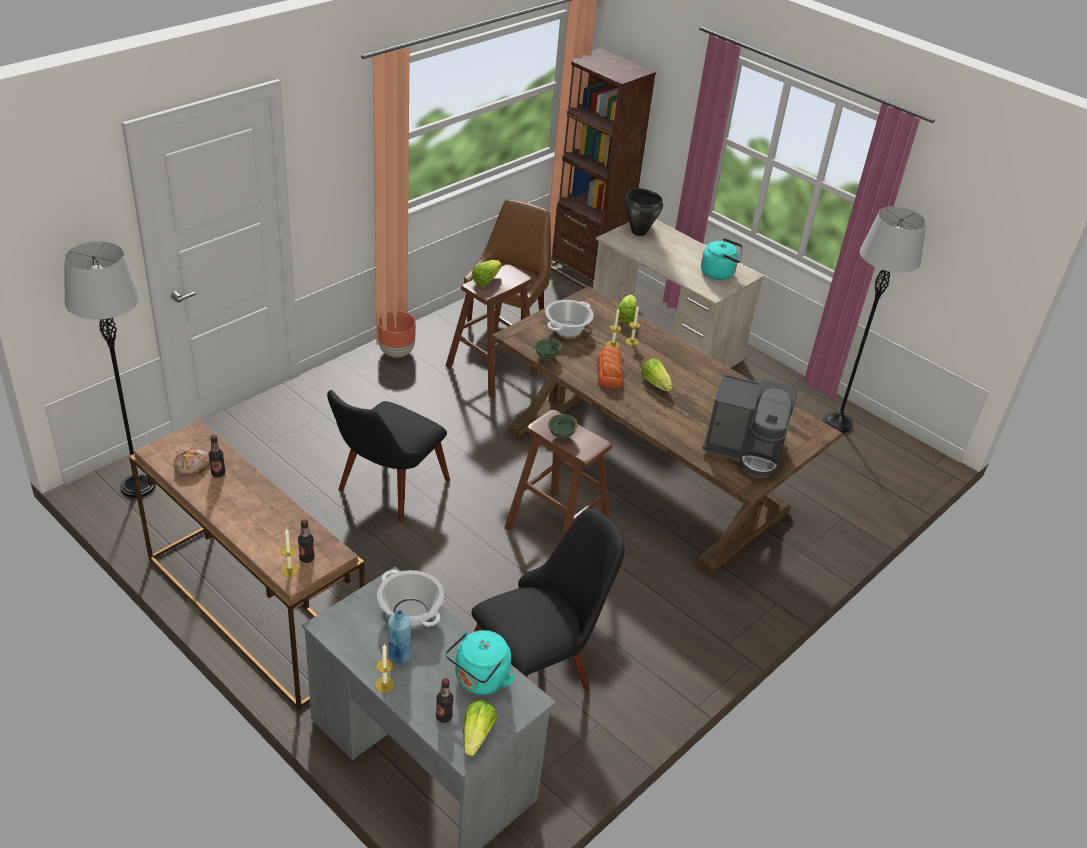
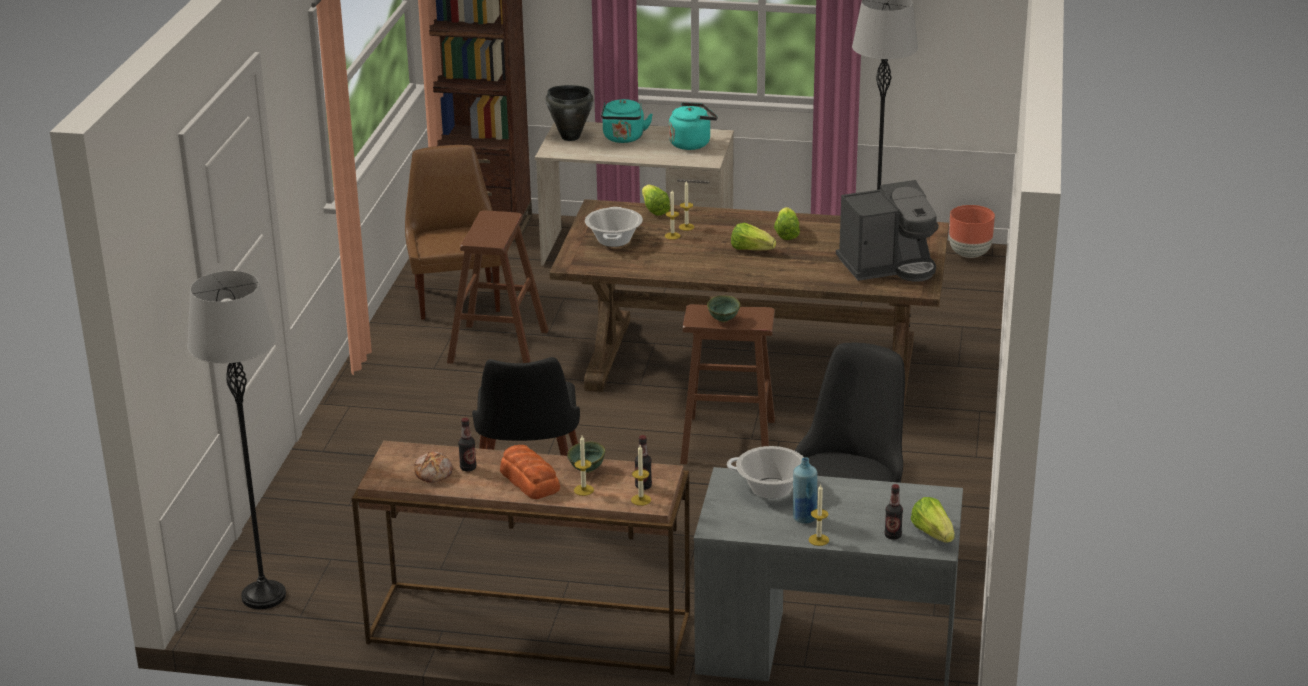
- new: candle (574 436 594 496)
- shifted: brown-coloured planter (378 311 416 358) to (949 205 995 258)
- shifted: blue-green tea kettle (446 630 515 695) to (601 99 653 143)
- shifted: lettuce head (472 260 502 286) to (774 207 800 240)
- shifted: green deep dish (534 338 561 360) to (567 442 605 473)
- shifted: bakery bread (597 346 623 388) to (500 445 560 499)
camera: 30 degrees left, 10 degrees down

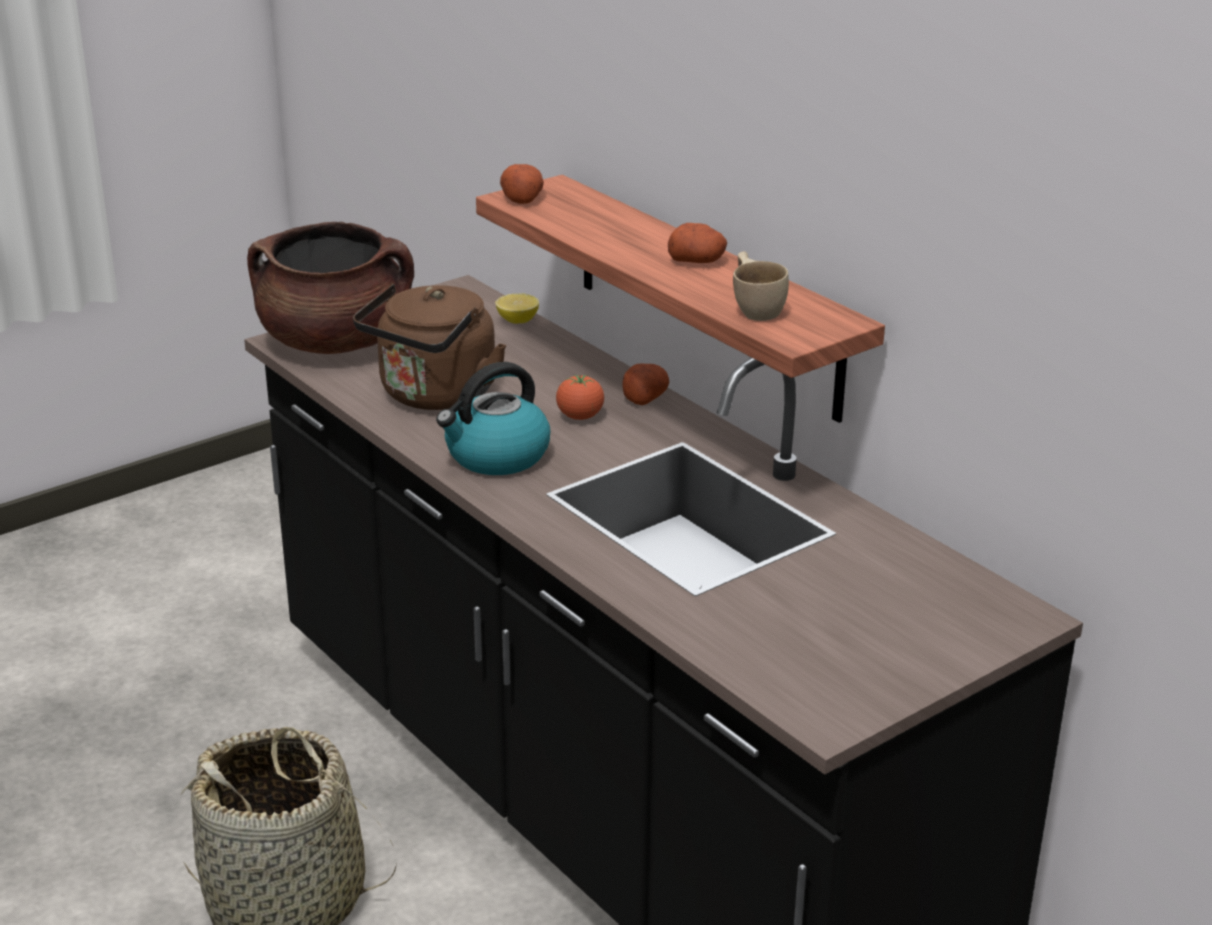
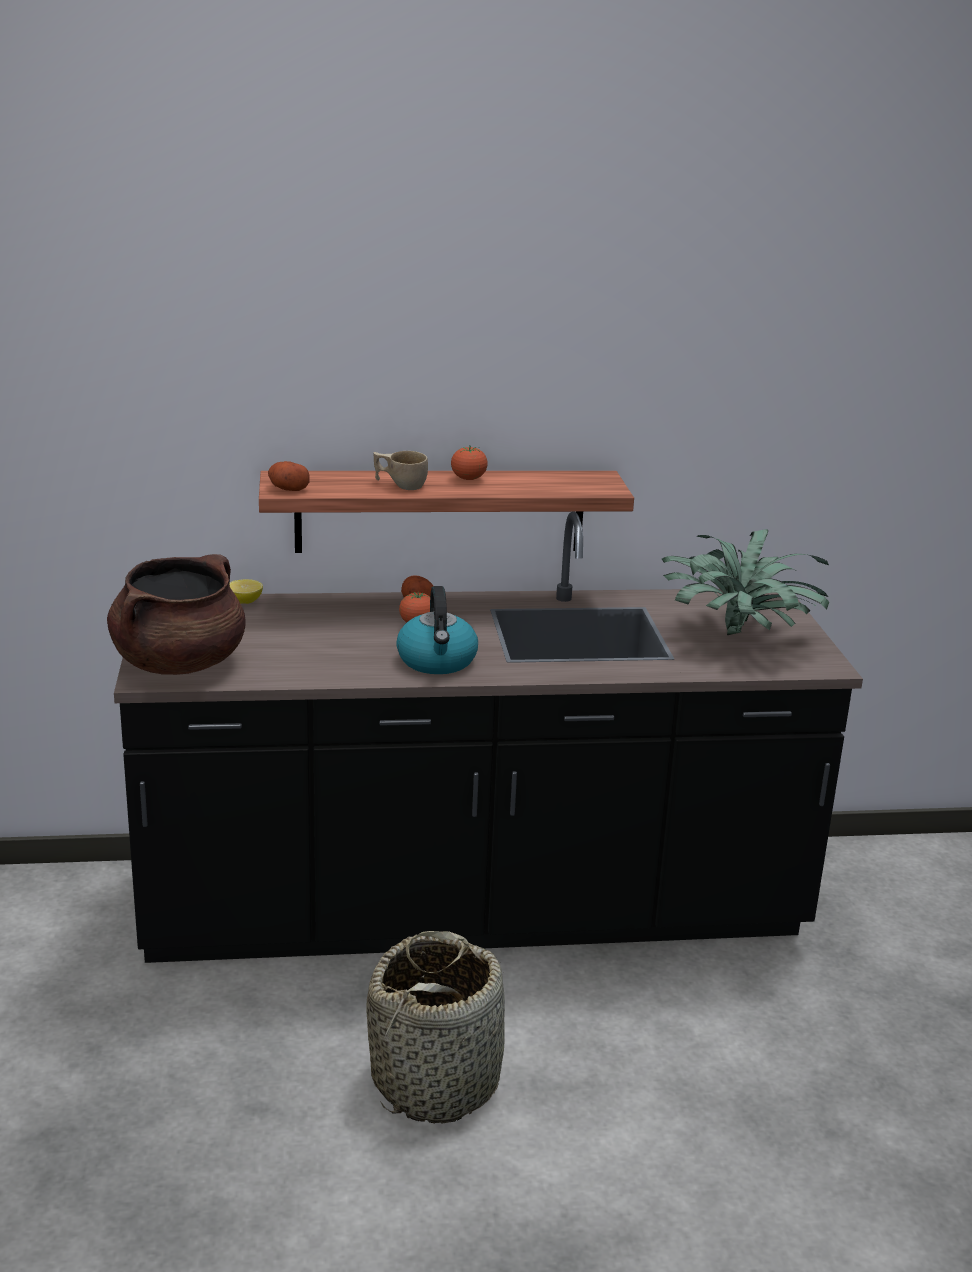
- gone: brown-coloured tea kettle (353 284 507 410)
- new: plant in a pot (662 529 829 635)
- shifted: beige-coloured drinking cup (733 251 789 321) to (374 451 428 490)
- swapped: whole potato (668 223 727 263) to whole tomato (451 446 488 480)
camera: 60 degrees left, 5 degrees down

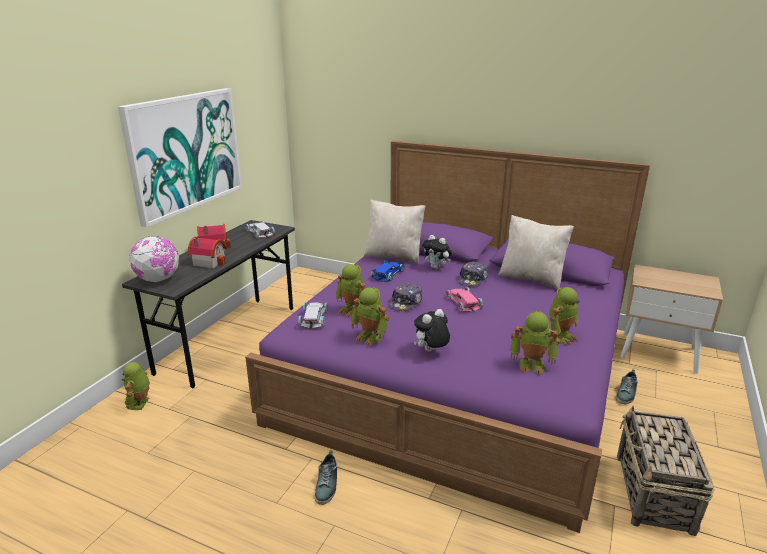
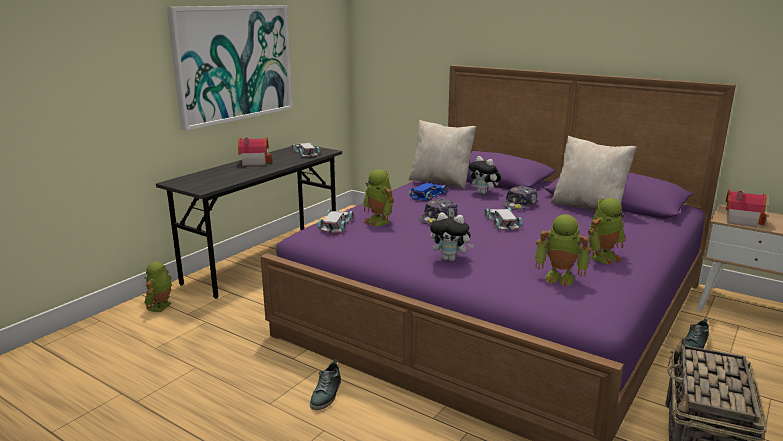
- gone: world globe (129 236 179 282)
- gone: robot figure (351 287 389 345)
- shifted: miniature house (188 236 227 269) to (726 190 767 227)
- repainted: pink toy car (446 287 483 312) to white-coloured toy car (484 207 522 231)
- rotated: soft toy (414 309 450 352) = (430 212 475 261) 135 degrees counterclockwise
camera: 10 degrees right, 5 degrees down

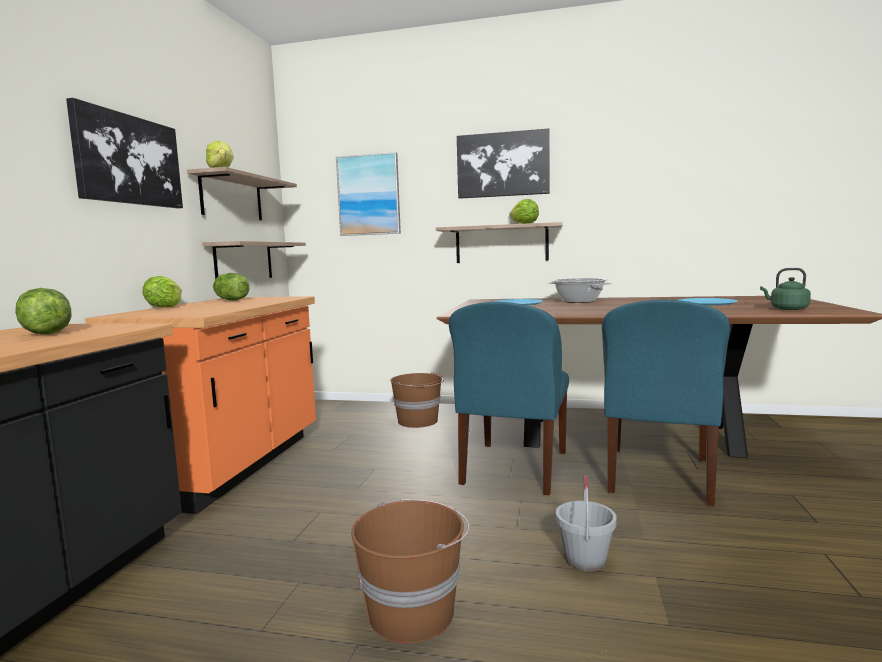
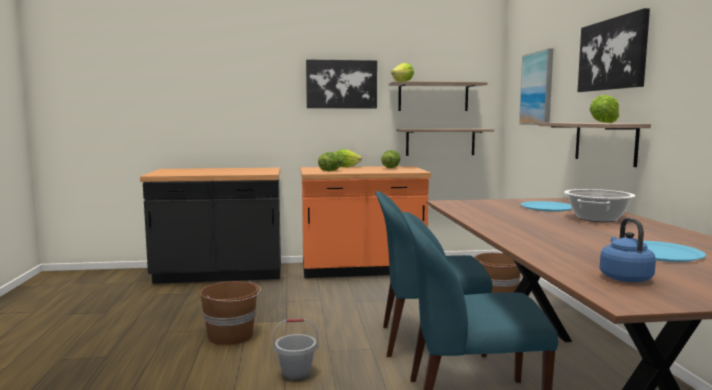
- shifted: lettuce head (15 288 71 334) to (318 152 342 171)
- repainted: green tea kettle (760 268 811 310) to blue-coloured tea kettle (600 218 656 282)
camera: 70 degrees right, 0 degrees up

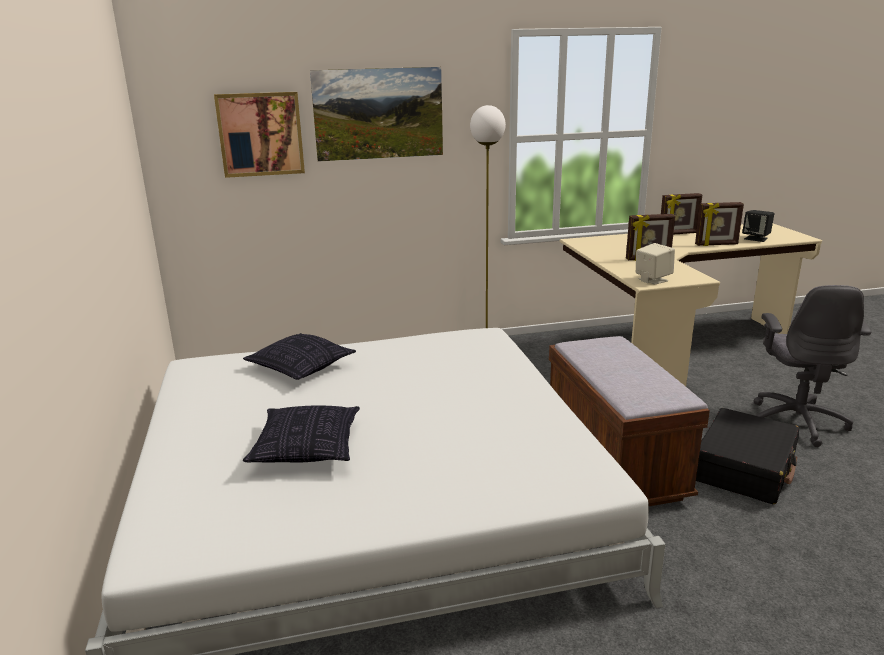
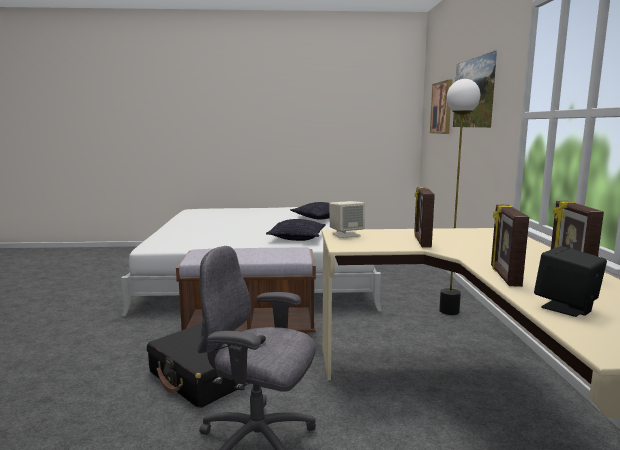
- shifted: throw pillow (243 406 360 463) to (266 219 326 241)
camera: 100 degrees right, 10 degrees down

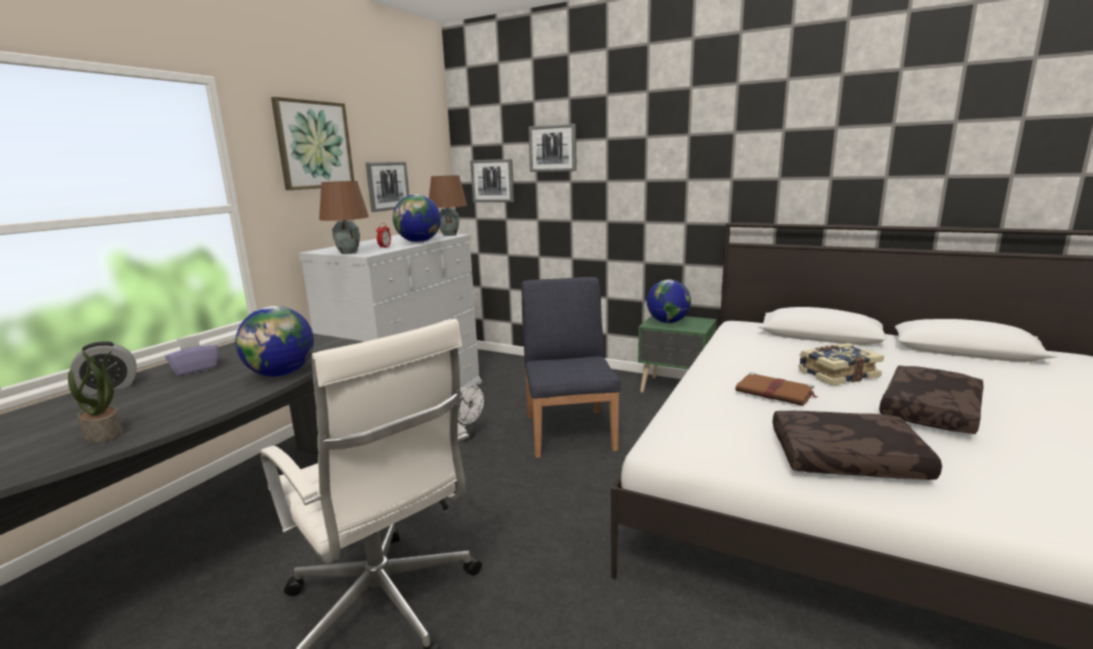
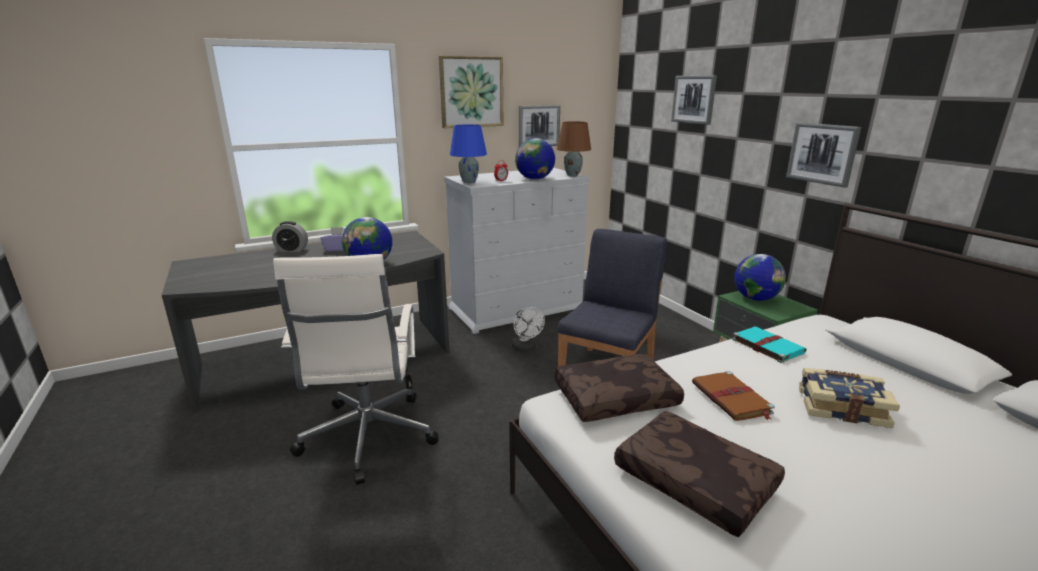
- gone: plant in a pot (68 351 123 442)
- new: blue-green book (732 326 807 363)
- shifted: wall picture (470 159 514 202) to (786 122 861 188)
- shifted: brown-coloured throw pillow (879 365 983 434) to (554 354 684 422)
- repainted: brown-coloured table lamp (319 181 369 254) to blue-coloured table lamp (450 124 487 183)
camera: 35 degrees right, 5 degrees up

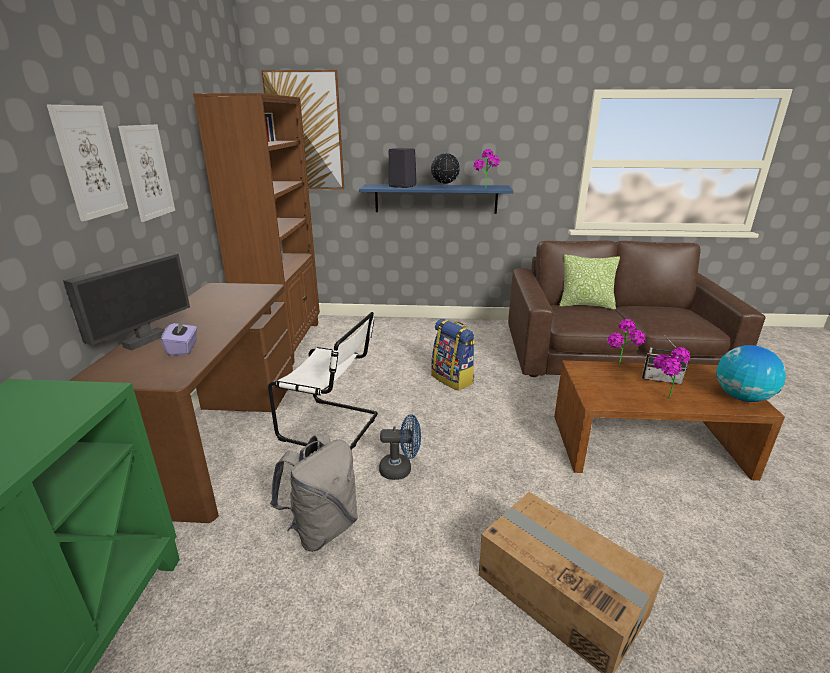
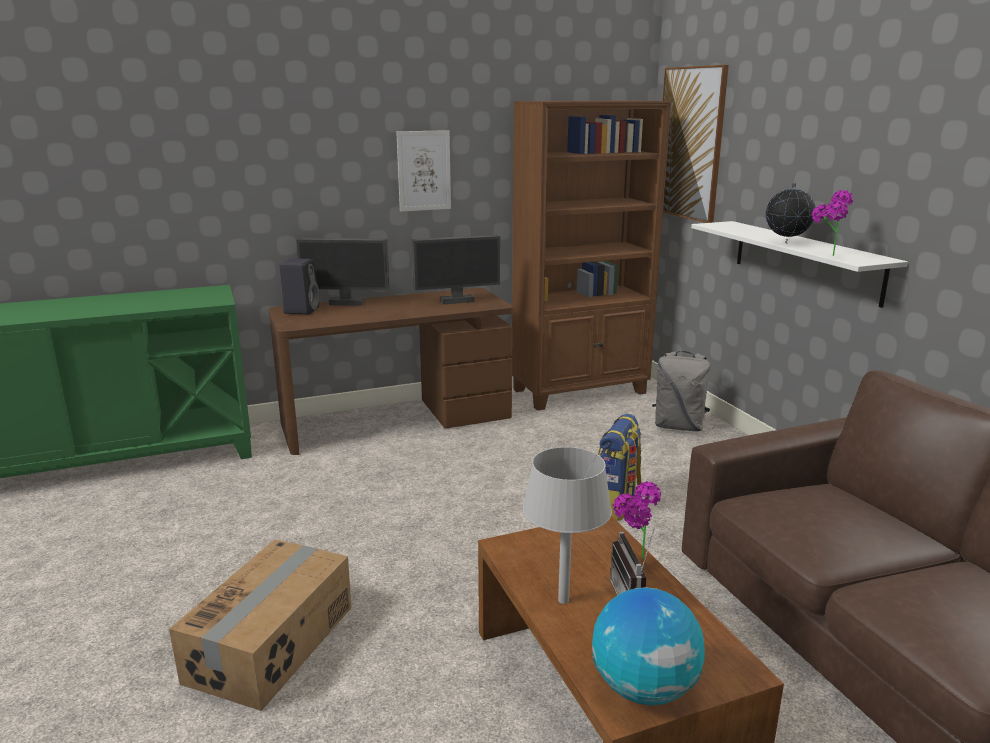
- gone: wall picture (47 105 128 222)
- gone: purple-coloured tissue box (161 319 197 356)
- gone: white-coloured chair (268 312 378 450)
- gone: blue-coloured electric fan (379 414 421 480)
- gone: throw pillow (559 254 620 309)
- new: computer display (412 235 500 304)
- shifted: gray backpack (270 434 358 552) to (652 351 710 431)
- shifted: blackish audio speaker (389 148 416 188) to (280 258 319 314)
- swapped: plant in a pot (653 347 691 399) to gray table lamp (523 447 612 604)
- repainted: blue-coloured shelf (359 184 513 214) to white-coloured shelf (691 221 908 308)
camera: 65 degrees right, 5 degrees down

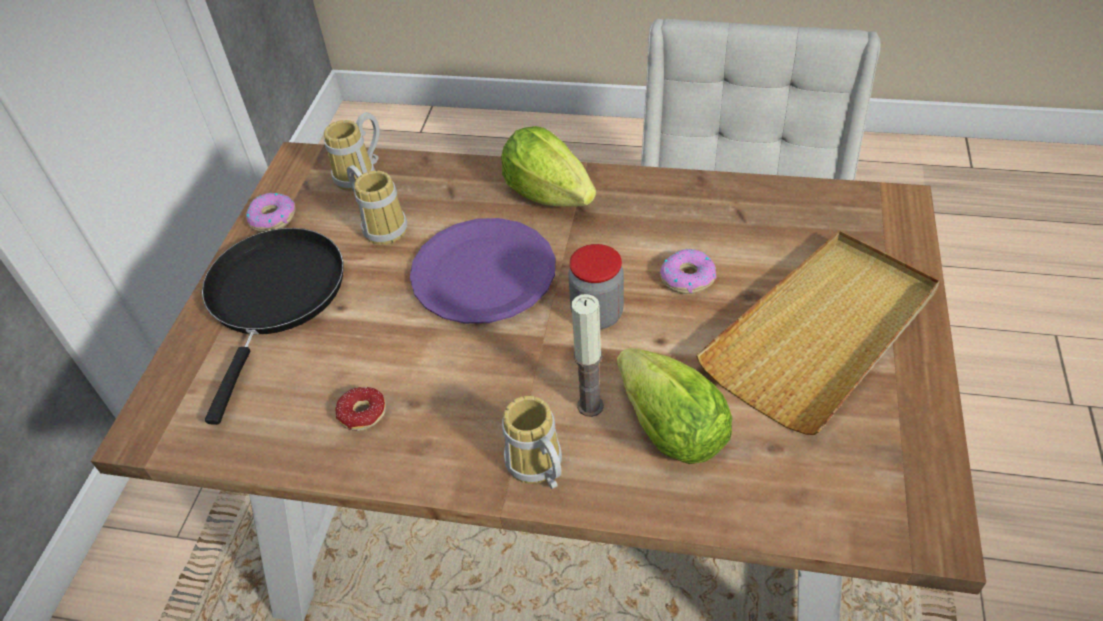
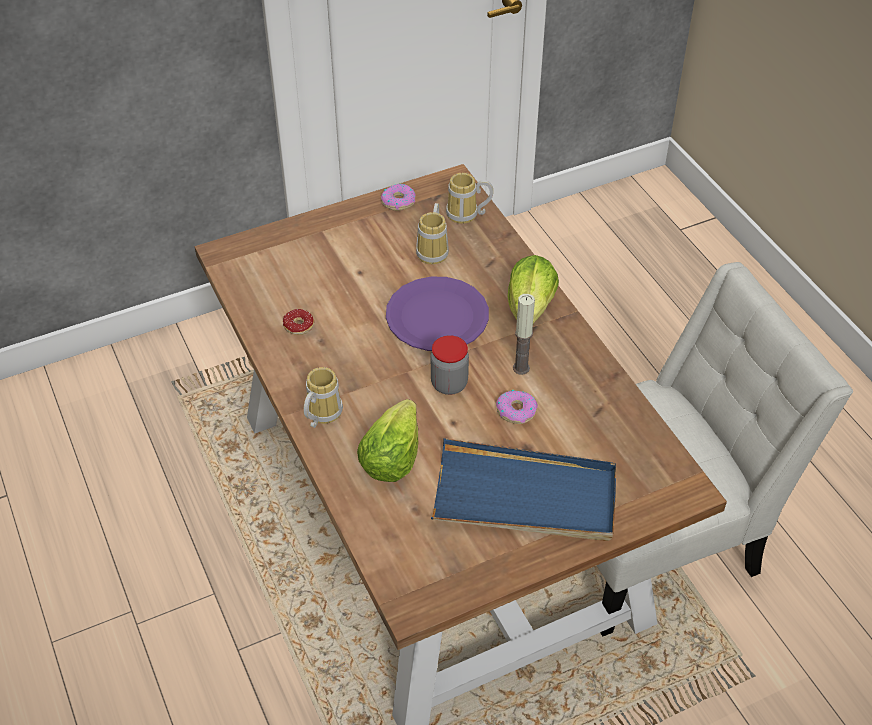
- gone: blackish skillet (202 228 344 425)
- shifted: candle (572 294 604 417) to (513 294 535 375)
- repainted: beige-coloured tray (696 231 940 435) to blue-coloured tray (431 438 616 541)
camera: 50 degrees right, 0 degrees up

